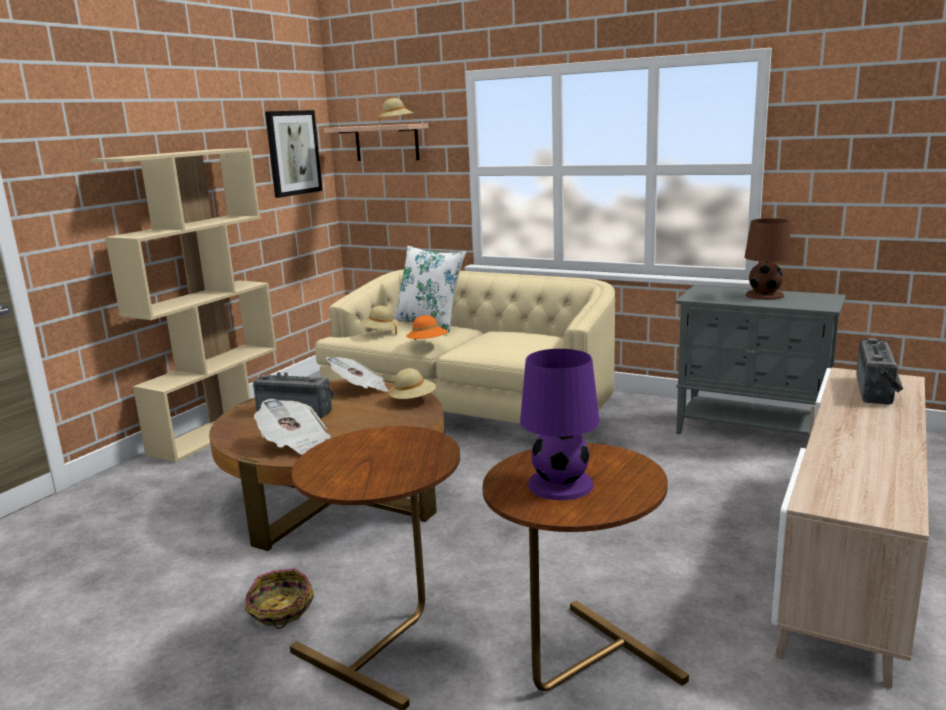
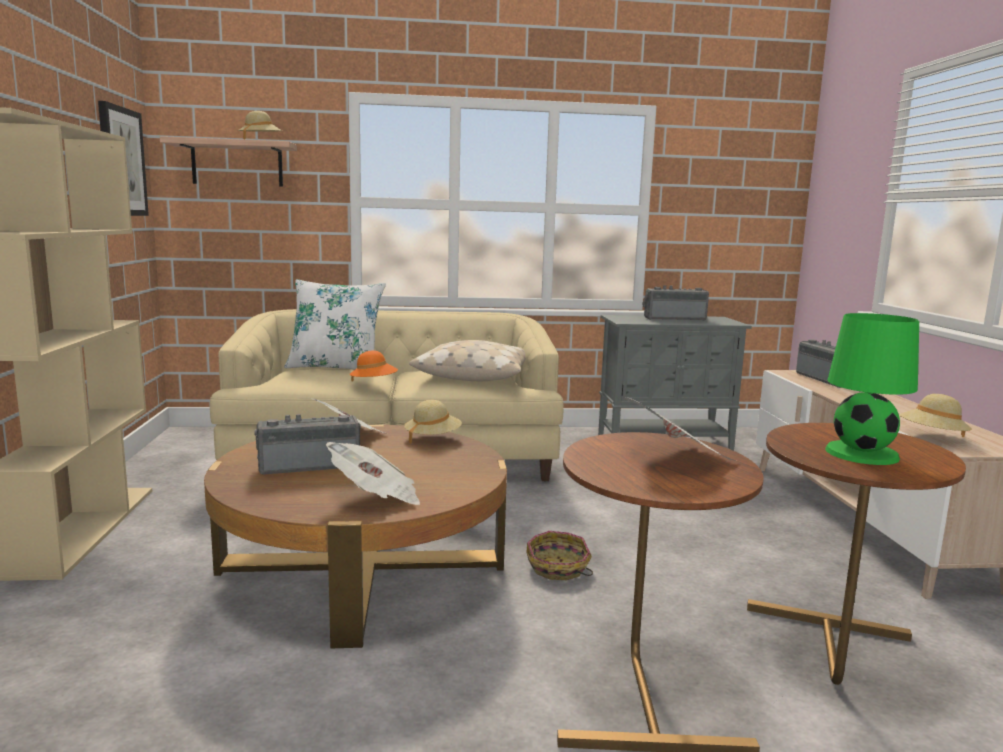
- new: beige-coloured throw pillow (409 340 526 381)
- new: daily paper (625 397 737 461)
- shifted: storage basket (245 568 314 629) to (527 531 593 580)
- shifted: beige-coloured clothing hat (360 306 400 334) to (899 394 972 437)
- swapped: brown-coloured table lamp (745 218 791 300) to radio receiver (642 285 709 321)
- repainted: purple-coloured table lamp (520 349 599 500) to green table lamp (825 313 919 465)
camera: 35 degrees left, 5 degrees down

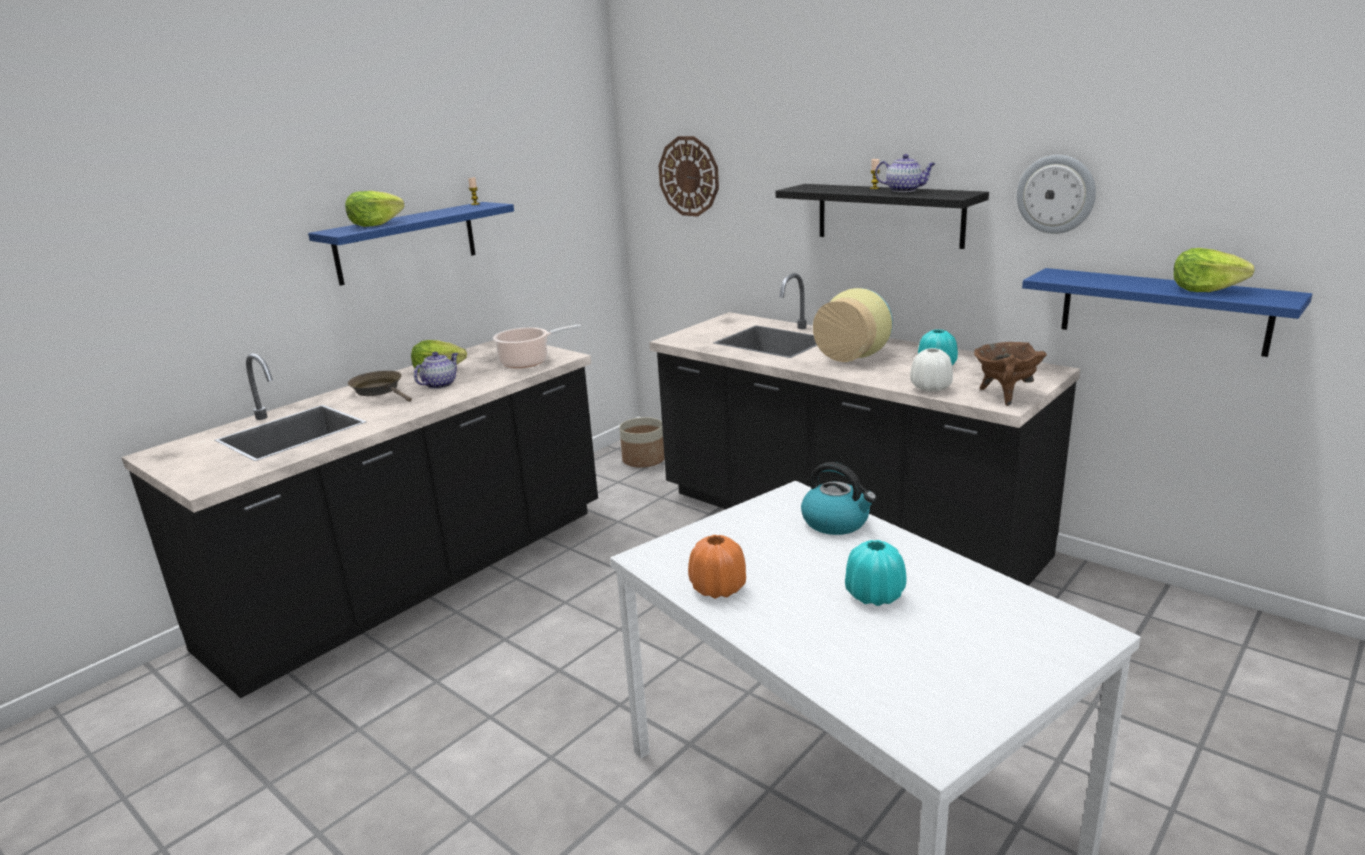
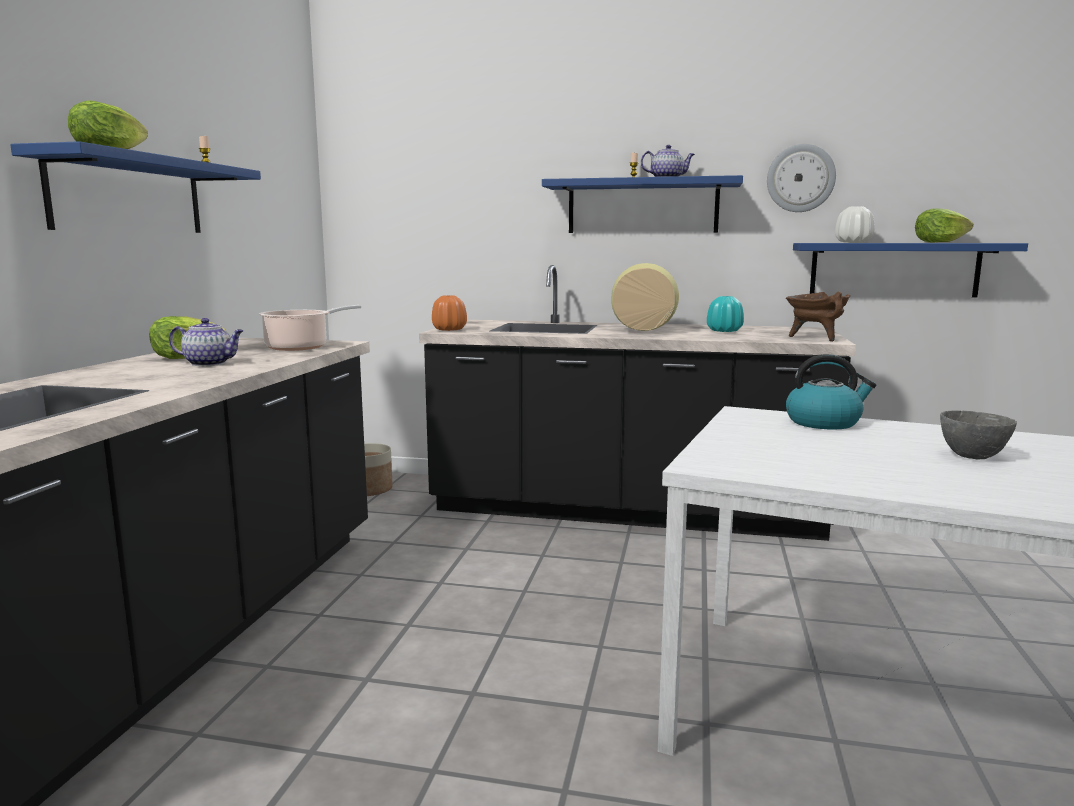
- gone: brown-coloured skillet (348 371 412 402)
- gone: hanging clock (659 136 719 217)
- shifted: orange flower vase (688 535 746 599) to (432 295 467 331)
- shifted: white-coloured flower vase (910 348 953 392) to (835 206 875 243)
- swapped: blue-green flower vase (845 540 907 606) to gray deep dish (940 410 1017 459)
- repainted: blackish shelf (776 184 989 249) to blue-coloured shelf (542 175 743 233)
- rotated: tea pot (414 352 458 389) = (169 318 243 366) 90 degrees clockwise
camera: 30 degrees left, 10 degrees down

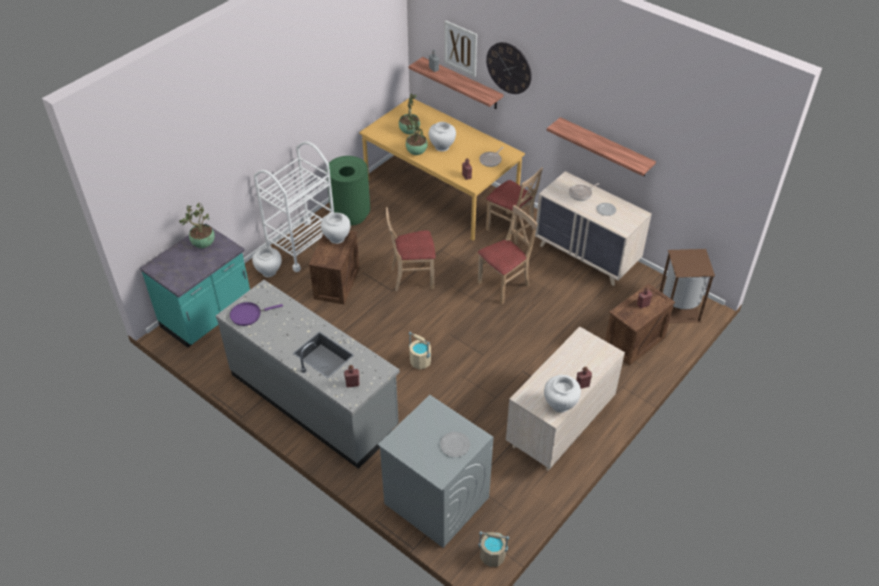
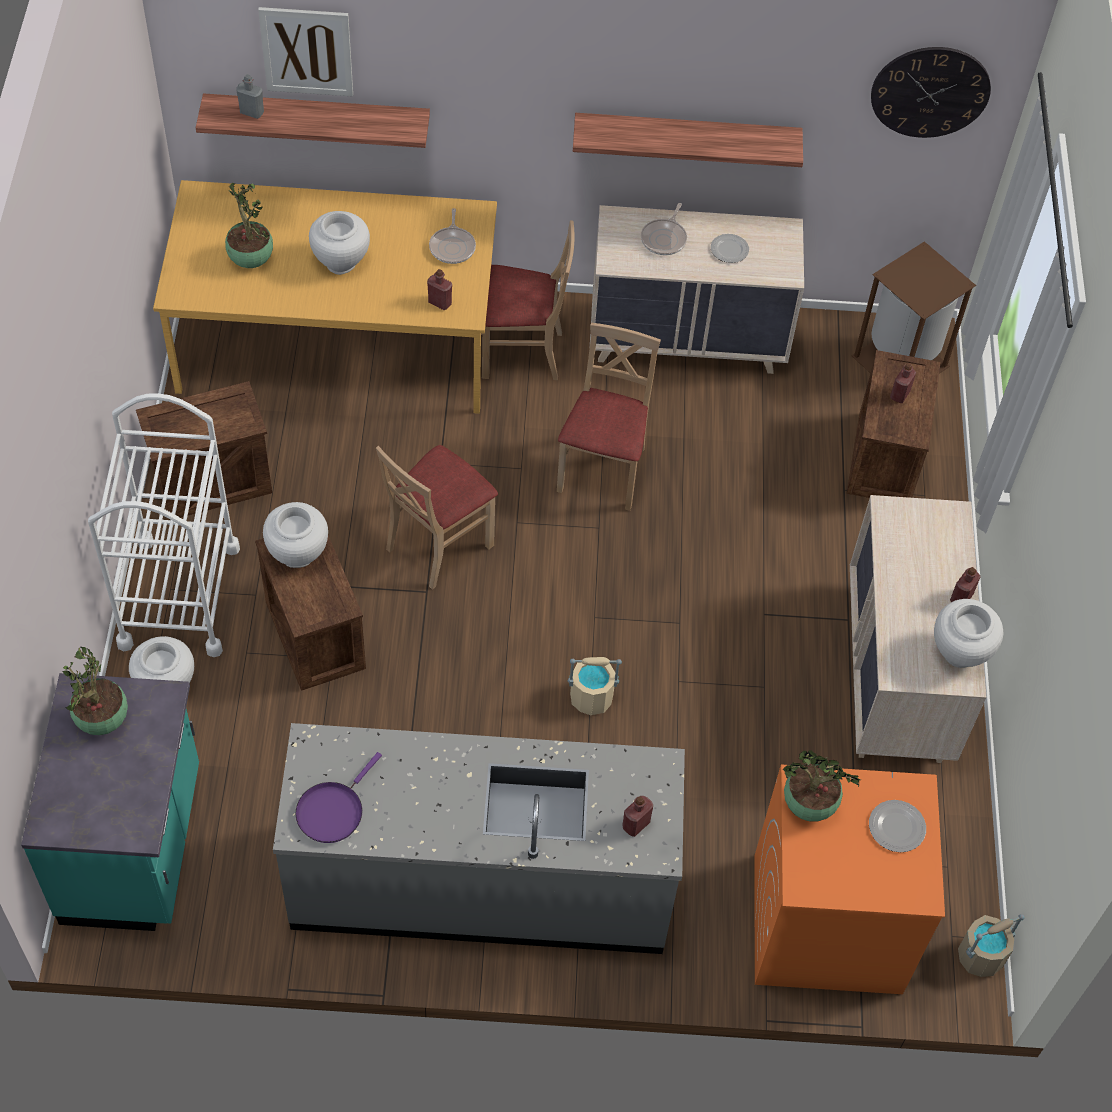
- shifted: plant in a pot (406 116 428 155) to (782 750 860 821)
- shifted: hanging clock (486 42 532 94) to (871 47 991 138)
- swapped: green waste bin (326 156 370 226) to crate (136 381 272 520)
- repainted: gray laundry machine (378 395 493 548) to orange laundry machine (754 765 945 994)
camera: 40 degrees left, 10 degrees up

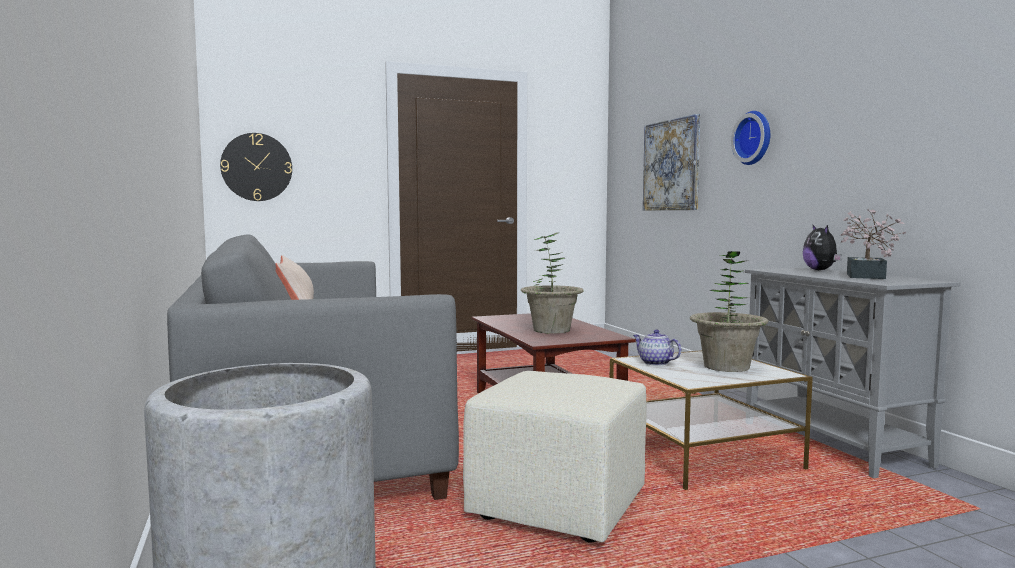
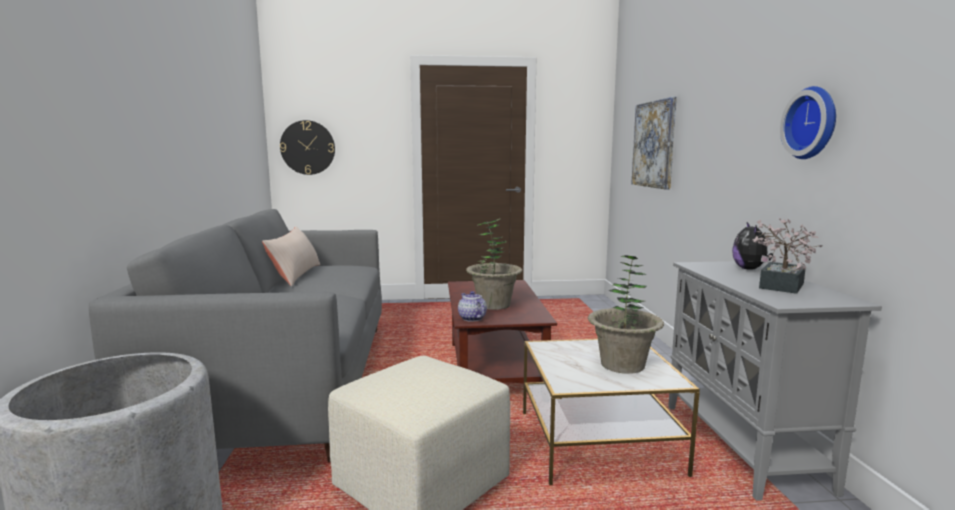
- shifted: tea pot (633 330 681 366) to (458 291 487 321)
- shifted: hanging clock (731 111 770 165) to (780 86 836 159)
camera: 15 degrees right, 5 degrees up

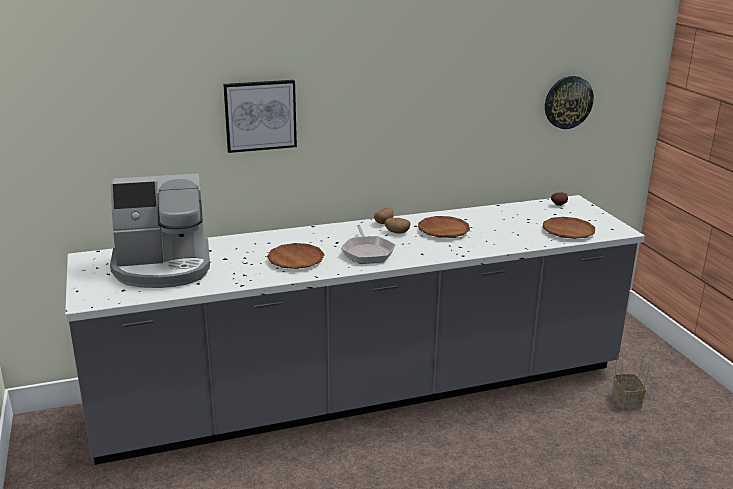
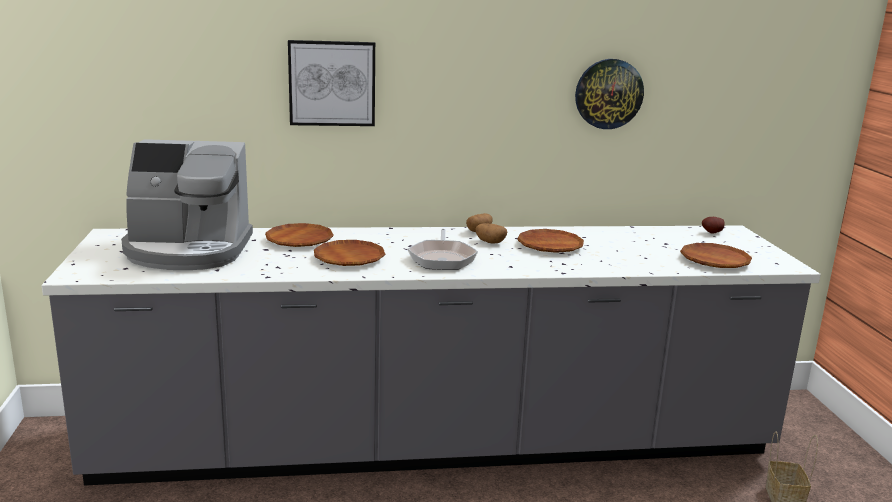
- new: brown-coloured dinner plate (265 223 334 247)
- shifted: hanging clock (545 76 594 129) to (575 59 644 129)
camera: 10 degrees right, 5 degrees down

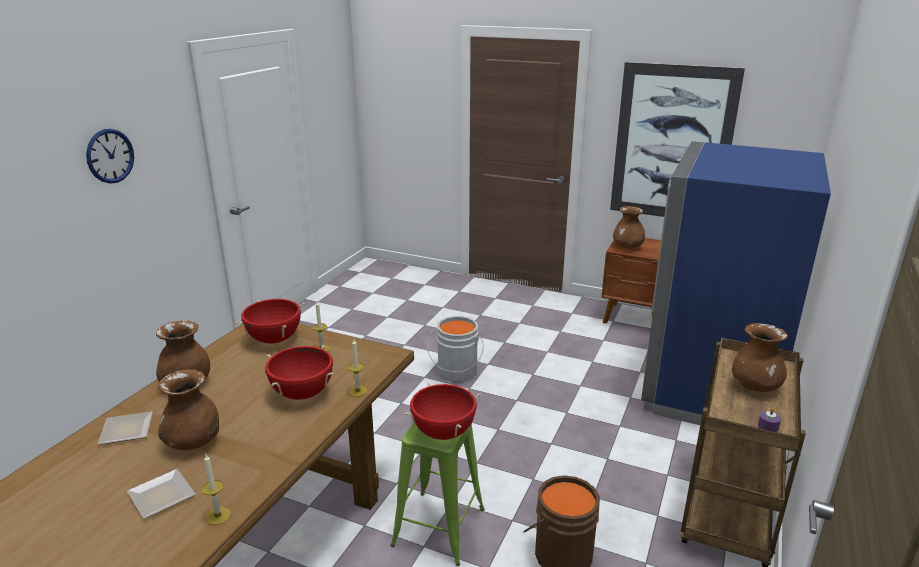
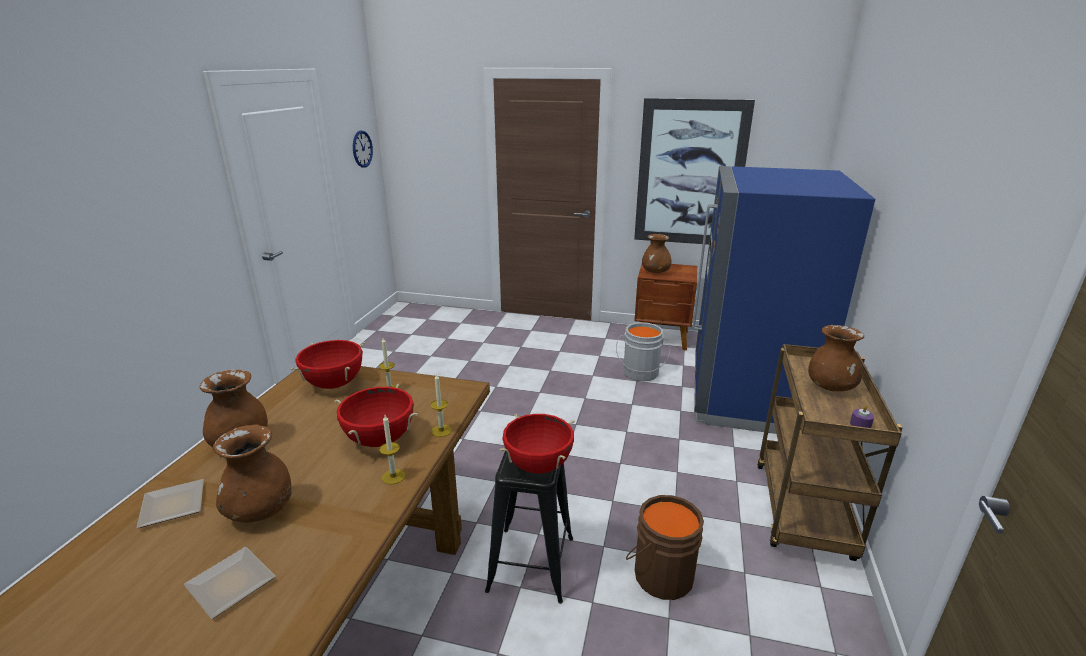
- shifted: hanging clock (86 129 134 184) to (353 130 373 168)
- shifted: candle (201 454 231 525) to (379 415 405 484)
- shifted: gray water bucket (427 316 484 382) to (616 322 670 382)
- repainted: green stool (390 423 485 566) to blackish stool (485 451 573 604)
camera: 10 degrees left, 0 degrees up

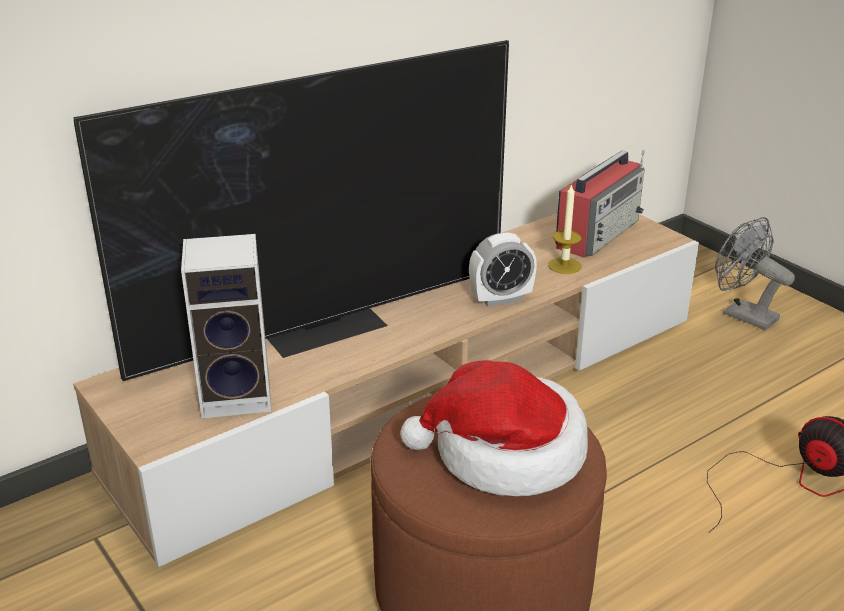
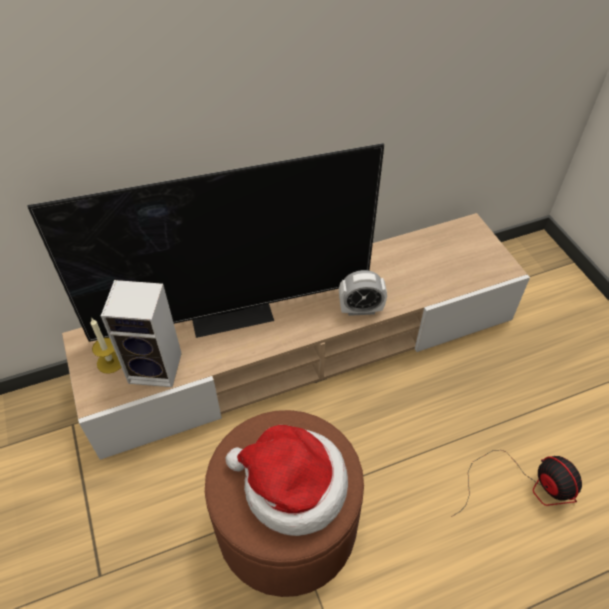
- gone: radio receiver (555 150 645 258)
- gone: gray electric fan (715 217 795 330)
- shifted: candle (548 184 582 274) to (91 319 121 374)
camera: 15 degrees right, 20 degrees up

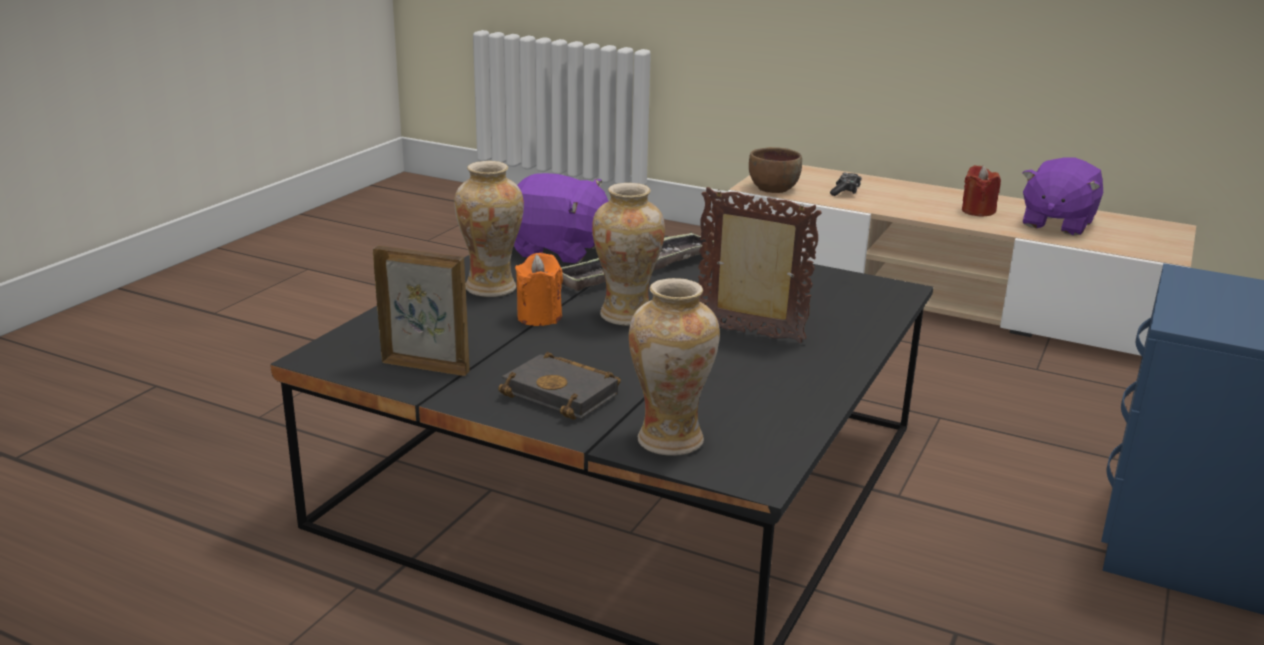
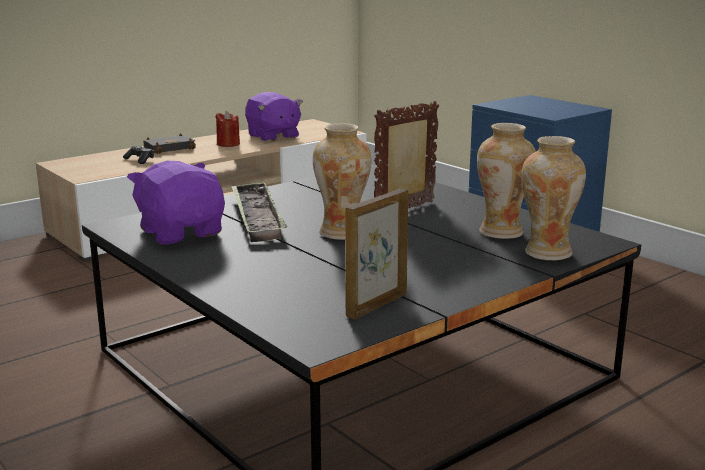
- gone: orange candle (515 253 563 326)
- gone: brown-coloured deep dish (749 147 802 193)
- shifted: flower vase (454 161 524 297) to (477 123 536 239)
- shifted: blackish book (498 352 621 420) to (143 133 196 154)
- rotated: purple-coloured soft toy (514 173 608 263) = (127 161 225 245) 75 degrees counterclockwise
camera: 65 degrees left, 5 degrees down

